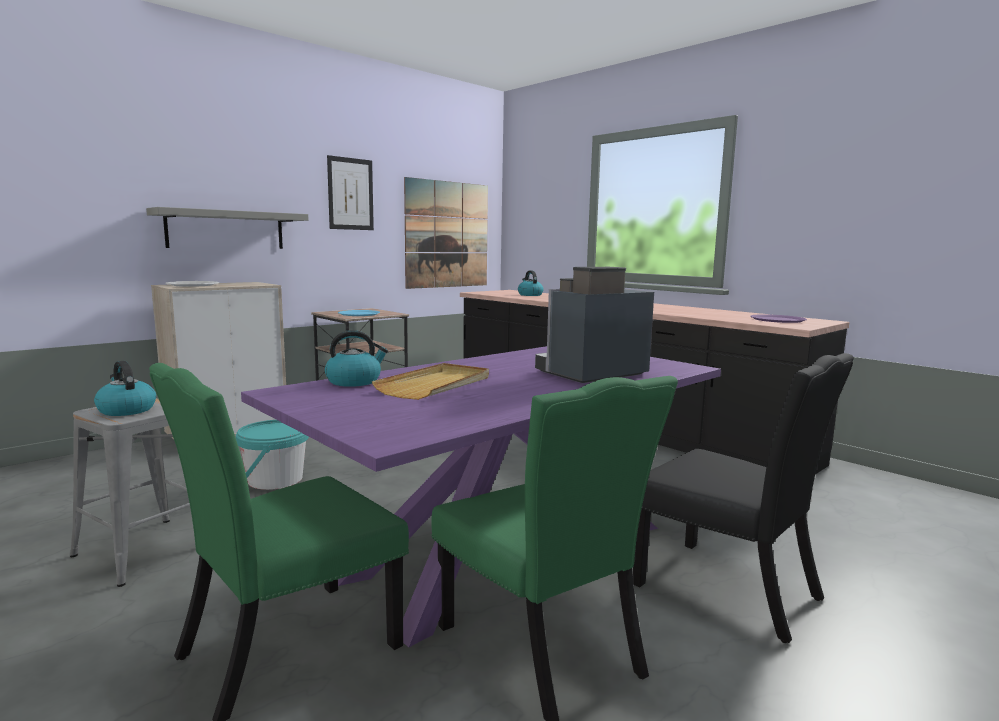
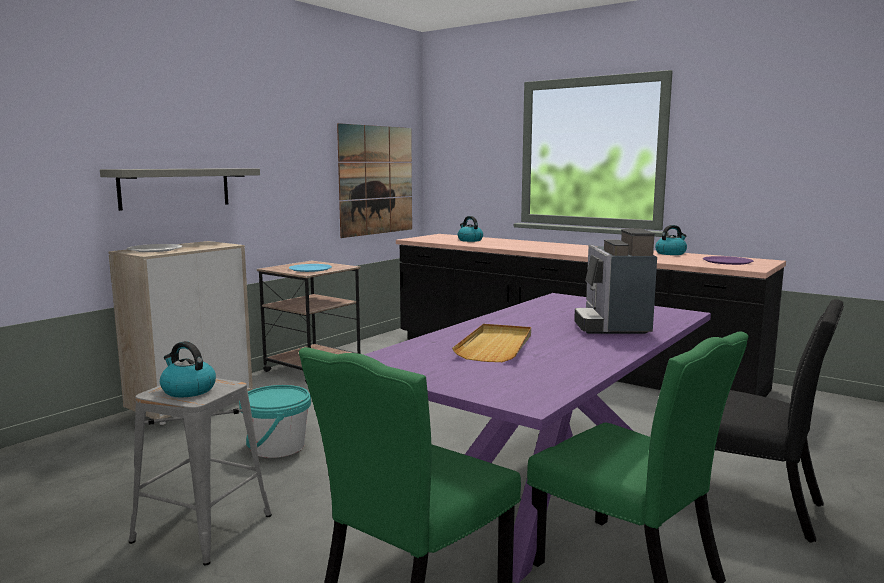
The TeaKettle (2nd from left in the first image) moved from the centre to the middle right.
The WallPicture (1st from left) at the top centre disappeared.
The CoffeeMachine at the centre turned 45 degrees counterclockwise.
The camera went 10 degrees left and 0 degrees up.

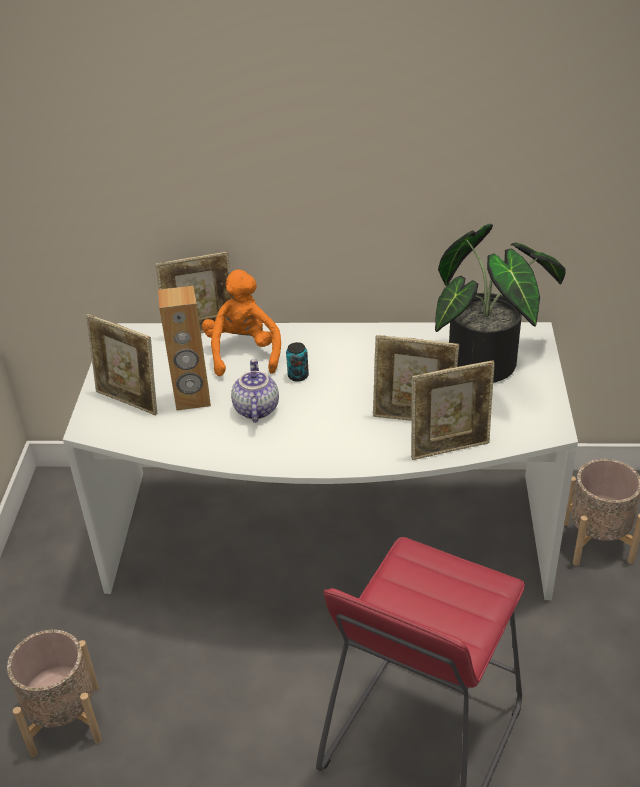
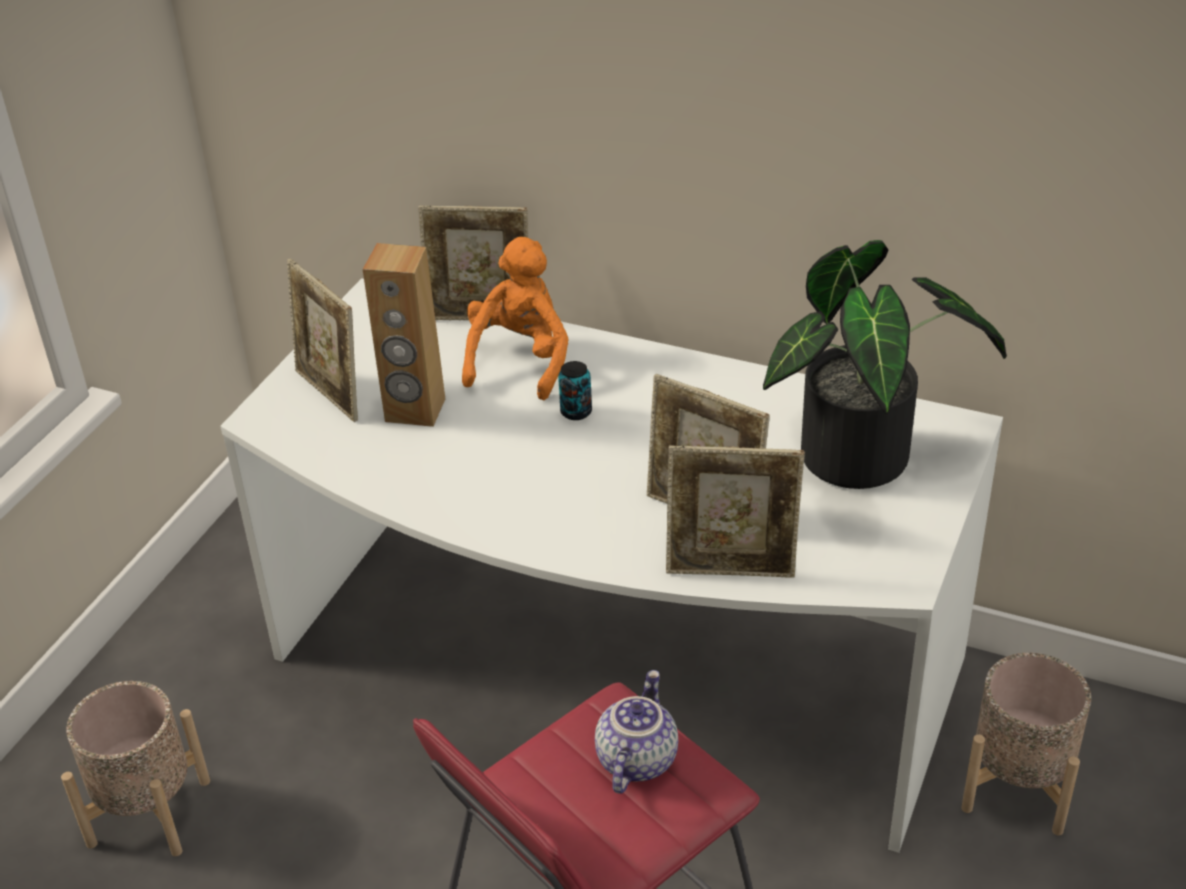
The PotForTea moved from the centre to the bottom centre.
The camera went 20 degrees right and 0 degrees up.

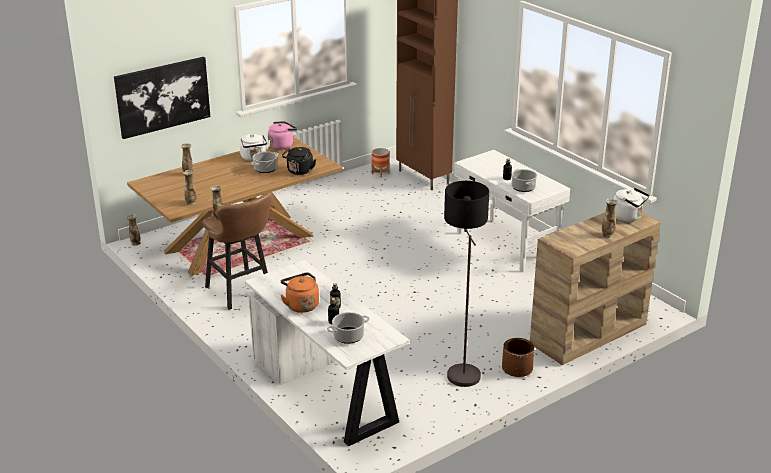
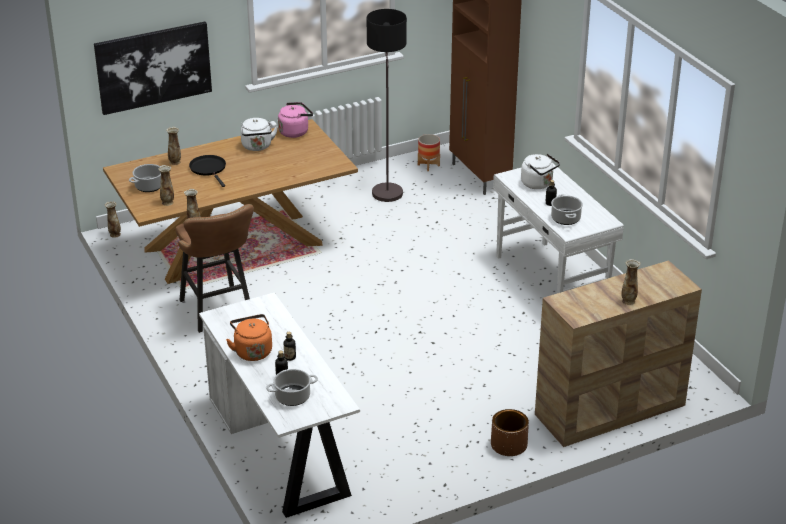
The Saucepot (1st from left) moved from the centre to the middle left.
The BlackColouredTeaKettle at the centre disappeared.
The BlackColouredStandingLamp moved from the centre to the top centre.
The WhiteColouredTeaKettle (2nd from left) moved from the middle right to the top right.
The BlackColouredFryingPan at the top left appeared.
The camera went 10 degrees right and 5 degrees up.

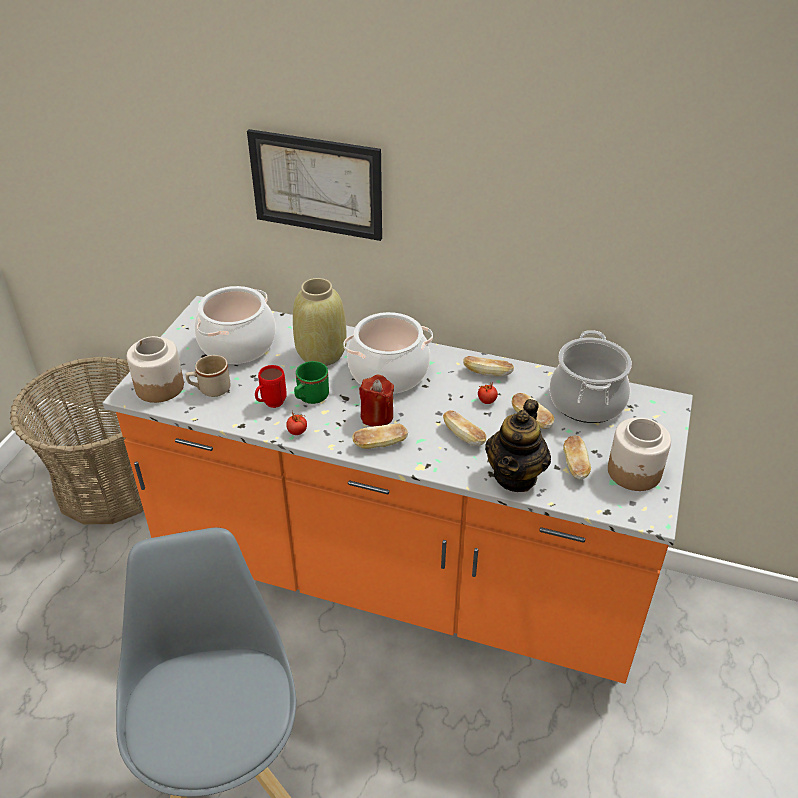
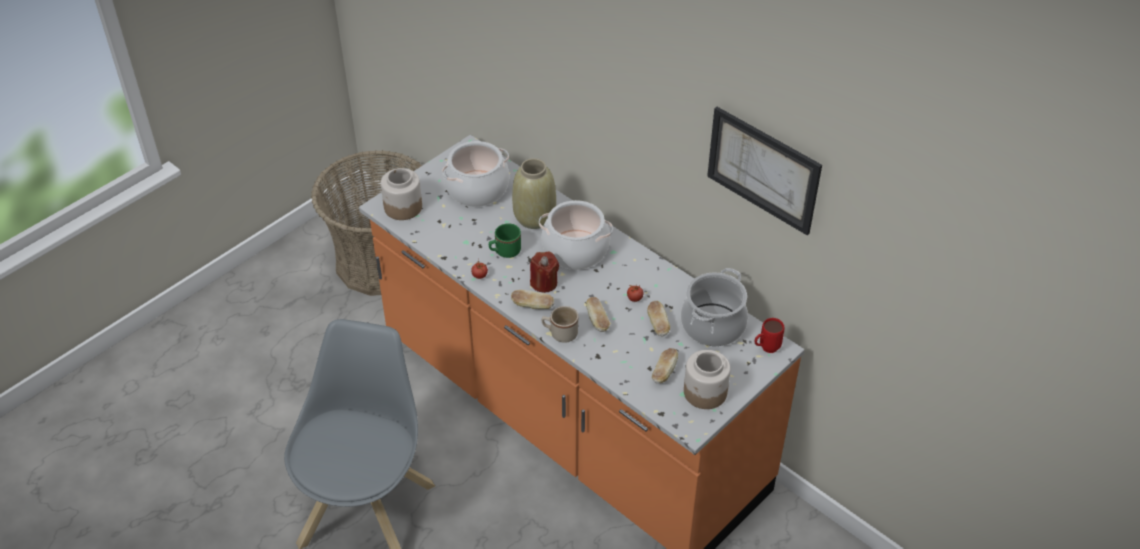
The BeigeMug moved from the middle left to the centre.
The WallPicture moved from the top centre to the top right.
The RedColouredMug moved from the centre to the middle right.
The Bread (3rd from left) at the centre disappeared.
The PotForTea at the centre disappeared.
The camera went 25 degrees right and 5 degrees up.

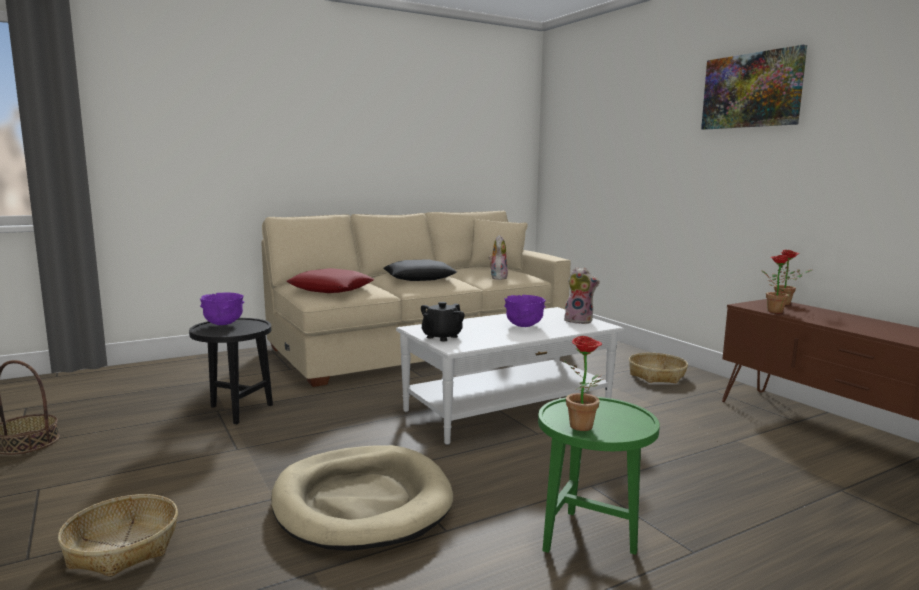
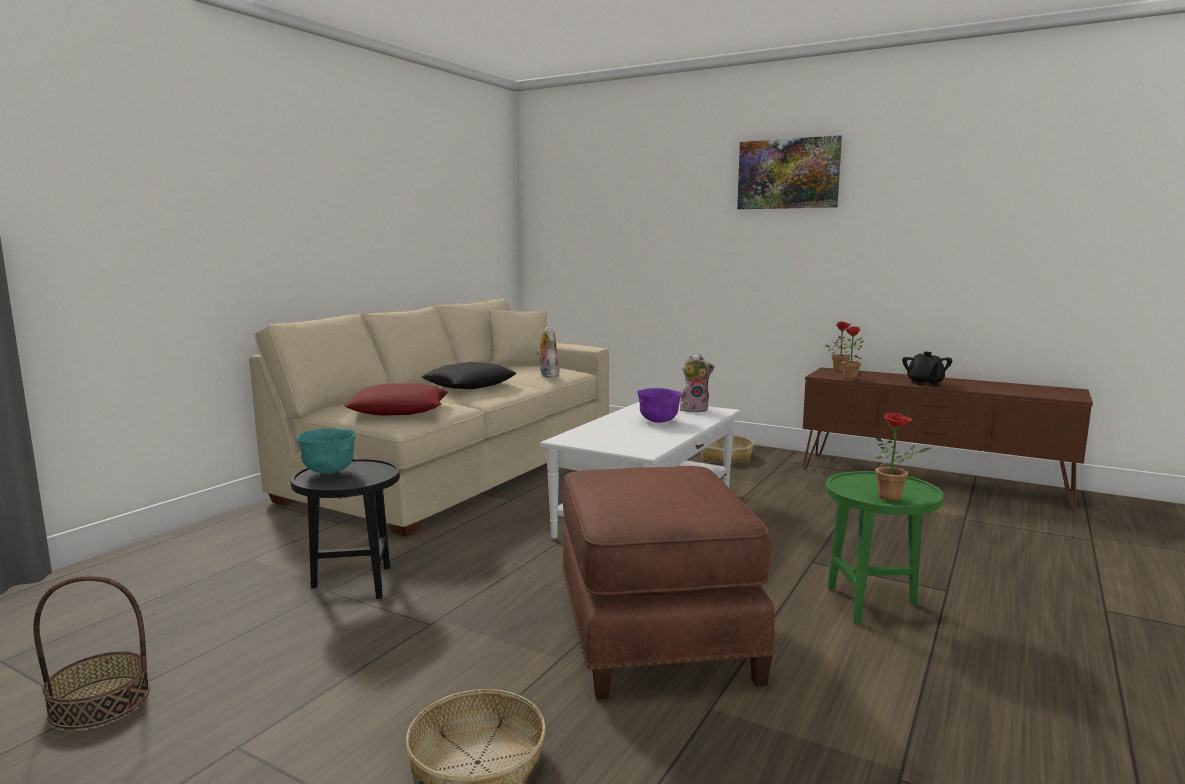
The PurpleColouredServingBowl (1st from left) at the middle left became the BlueGreenServingBowl at the middle left.
The BeigeDogBed at the bottom centre was replaced by the BrownColouredPouffe at the bottom centre.
The BlackColouredPotForTea moved from the centre to the middle right.
The camera went 30 degrees left and 0 degrees up.

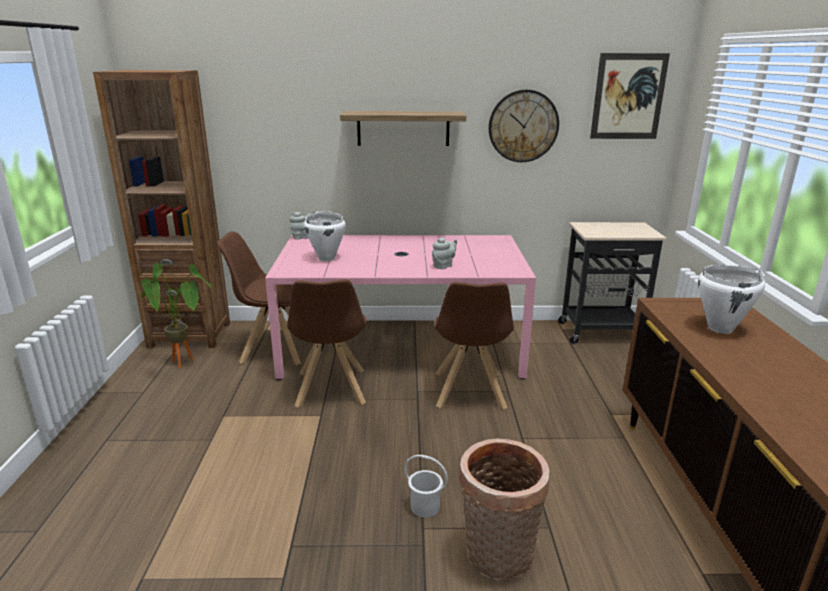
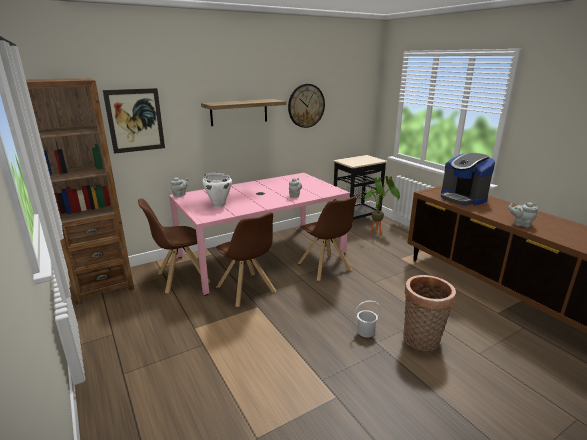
The PottedPlant moved from the middle left to the centre.
The WallPicture moved from the top right to the top left.
The WhiteColouredSaucepot (2nd from left) at the middle right was replaced by the CoffeeMachine at the middle right.
The GrayPotForTea (3rd from left) at the middle right appeared.
The camera went 30 degrees left and 0 degrees up.

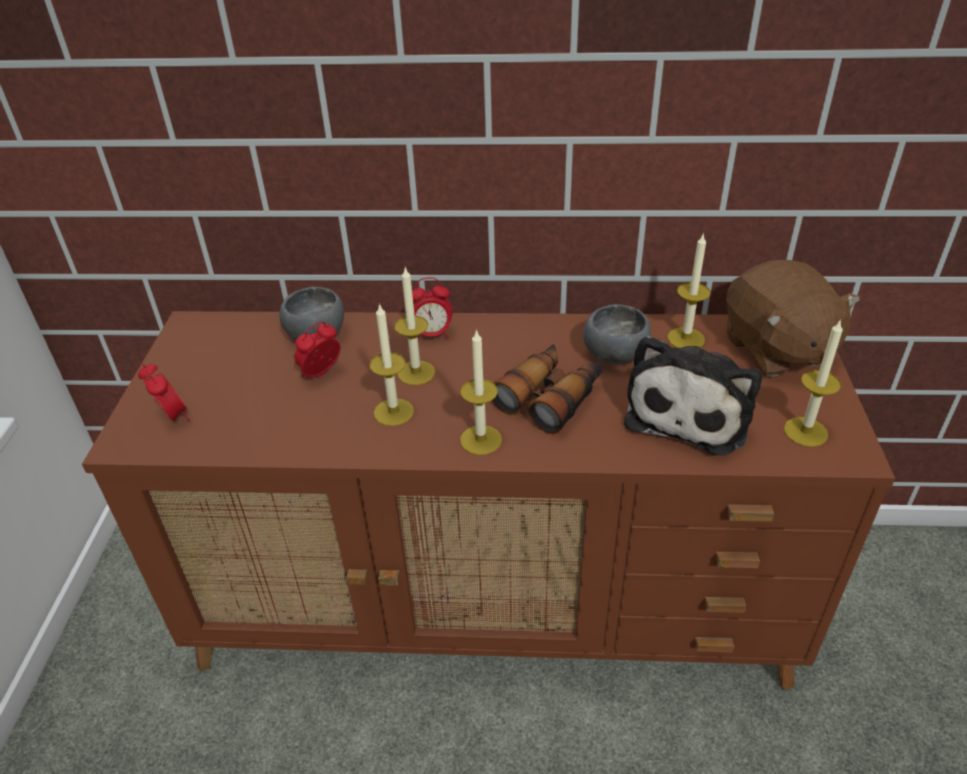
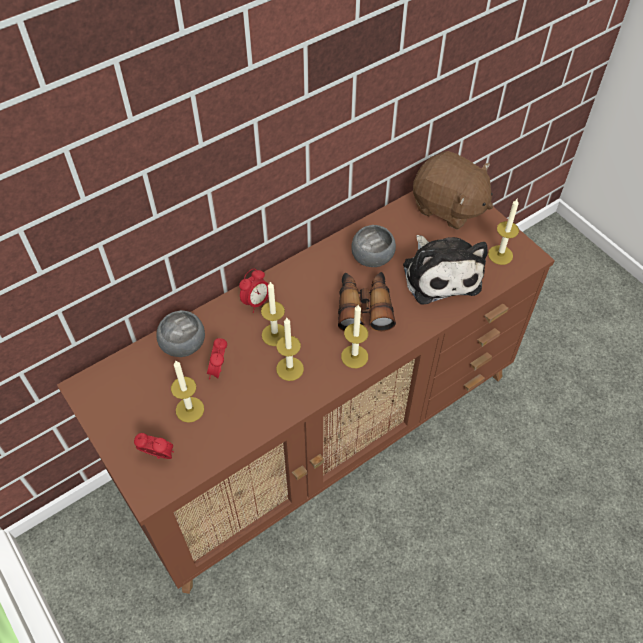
The Candle (4th from left in the first image) moved from the middle right to the middle left.
The camera went 40 degrees left and 15 degrees up.

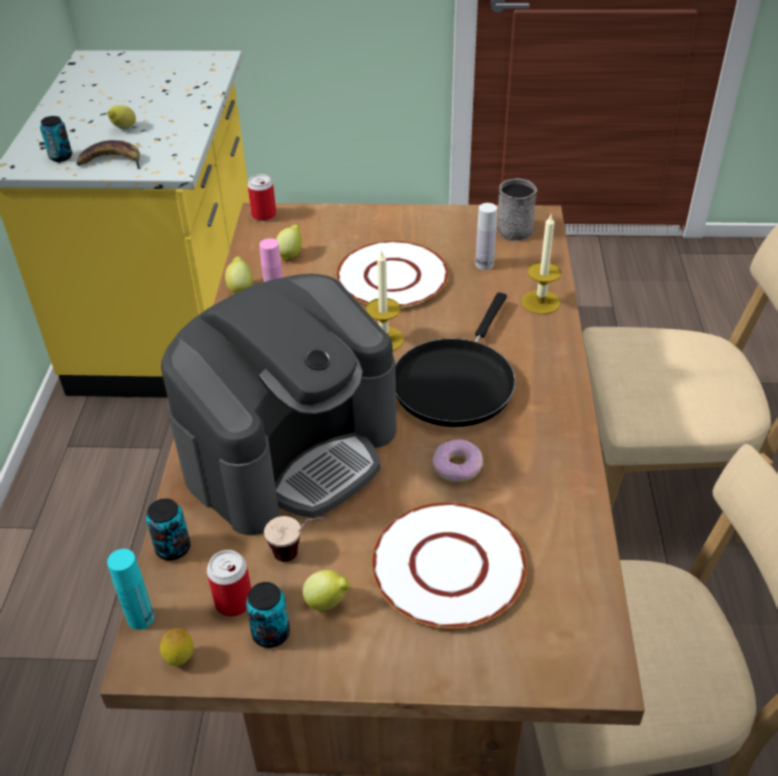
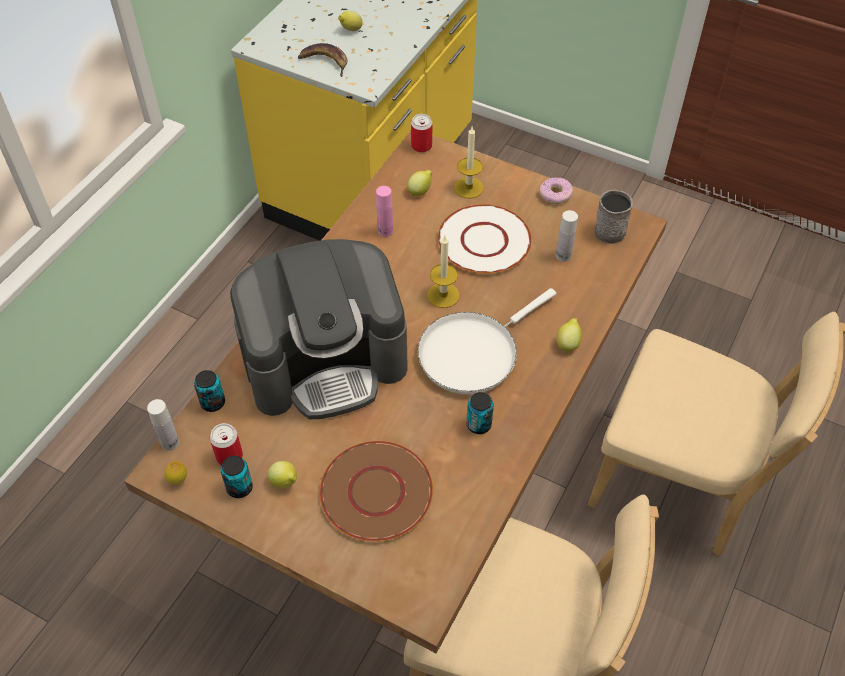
The SealedCan (1st from left in the first image) moved from the top left to the centre.
The BlueGreenBottle at the bottom left became the WhiteColouredBottle (1st from left) at the middle left.
The Lemon (3rd from left in the first image) moved from the middle left to the middle right.
The DrinkingCup at the bottom centre disappeared.
The WhiteColouredPlate (2nd from left) at the bottom centre became the BrownColouredPlate at the bottom centre.
The BlackColouredFryingPan at the centre became the WhiteColouredFryingPan at the centre.
The Doughnut moved from the centre to the top centre.
The Candle (2nd from left) moved from the middle right to the top centre.
The camera went 25 degrees right and 10 degrees up.

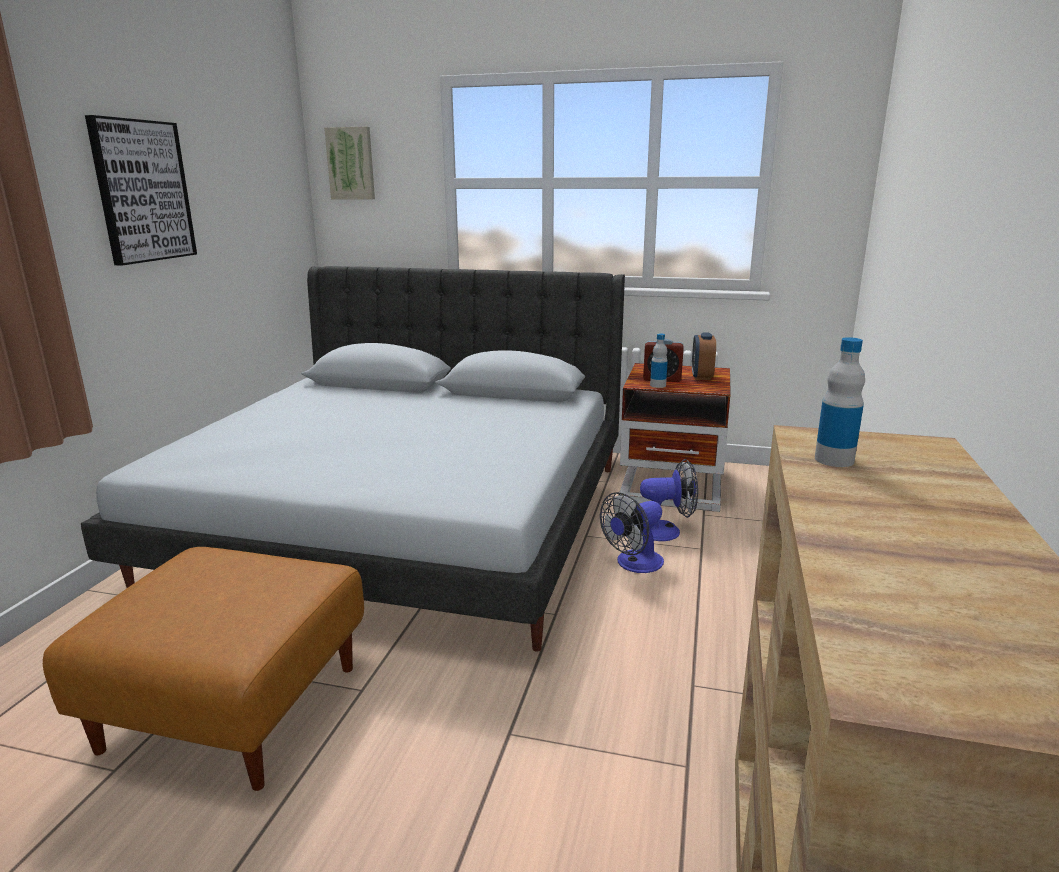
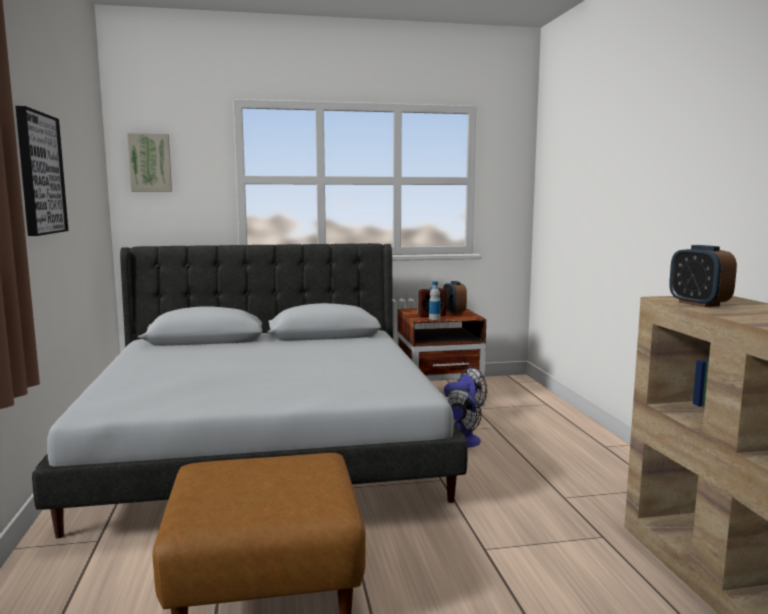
The Bottle (2nd from left) at the middle right was replaced by the AlarmClock (3rd from left) at the middle right.
The camera went 25 degrees left and 10 degrees down.

